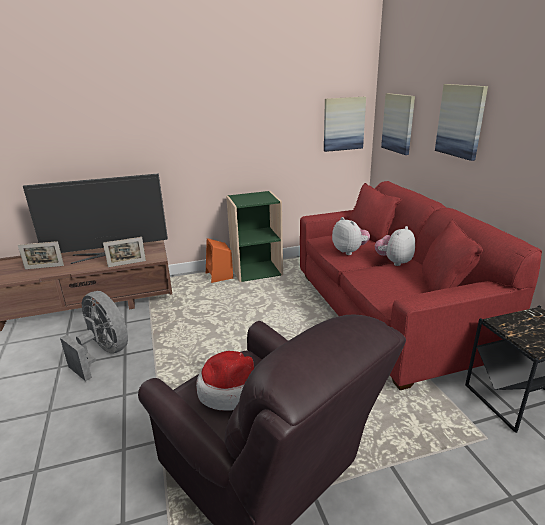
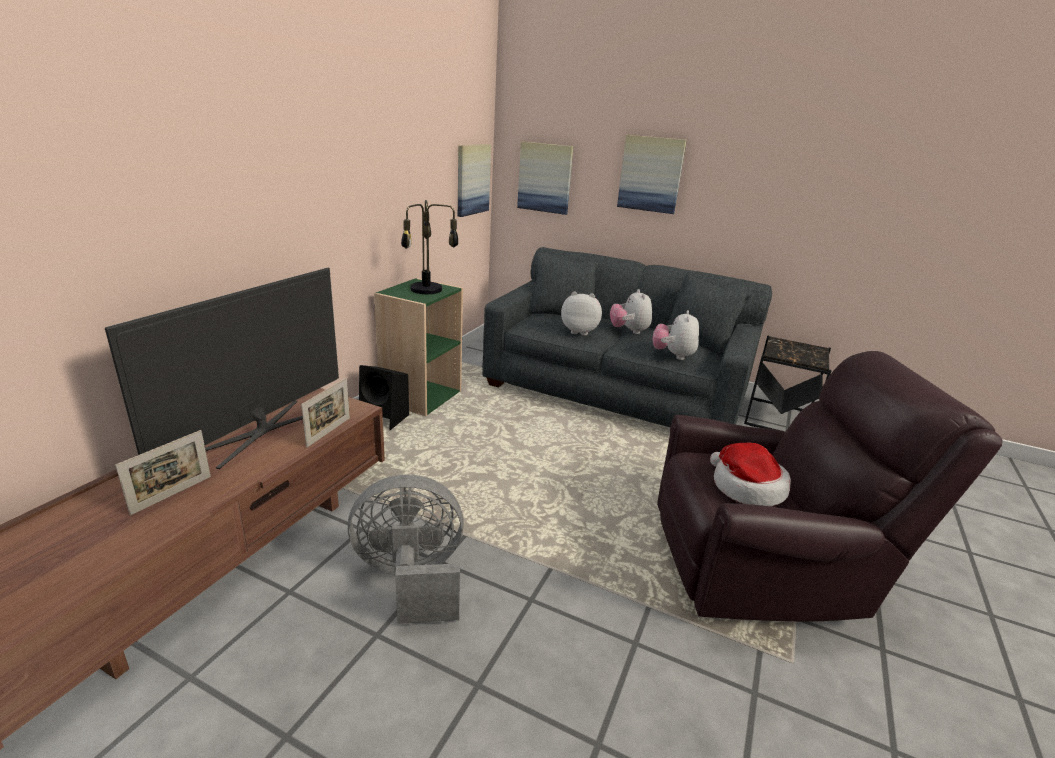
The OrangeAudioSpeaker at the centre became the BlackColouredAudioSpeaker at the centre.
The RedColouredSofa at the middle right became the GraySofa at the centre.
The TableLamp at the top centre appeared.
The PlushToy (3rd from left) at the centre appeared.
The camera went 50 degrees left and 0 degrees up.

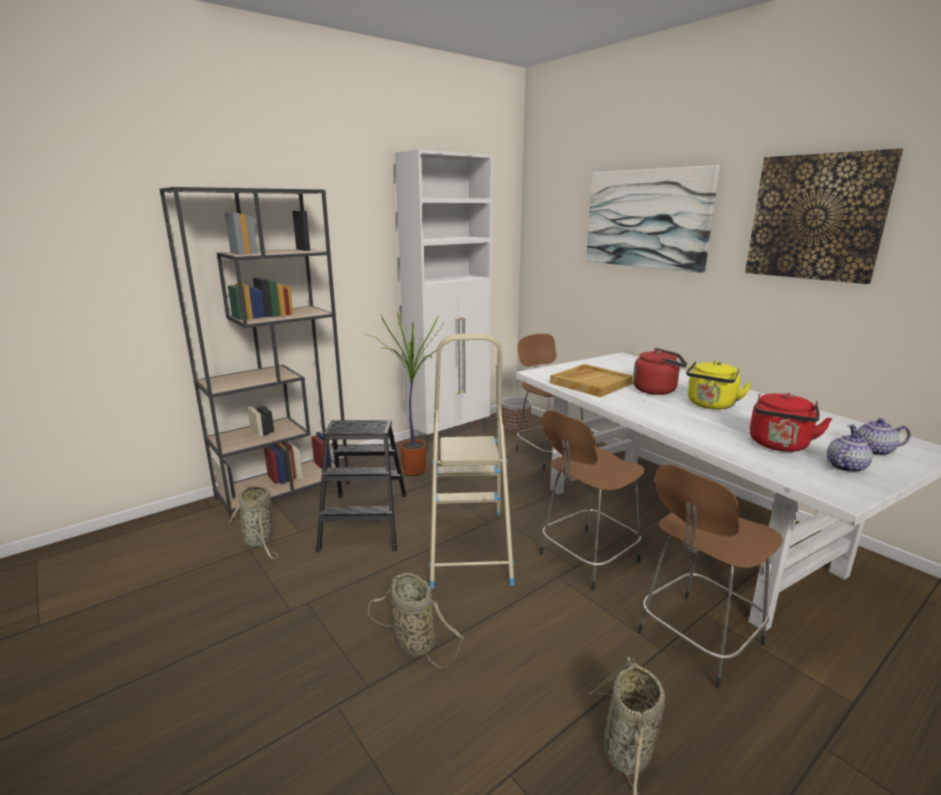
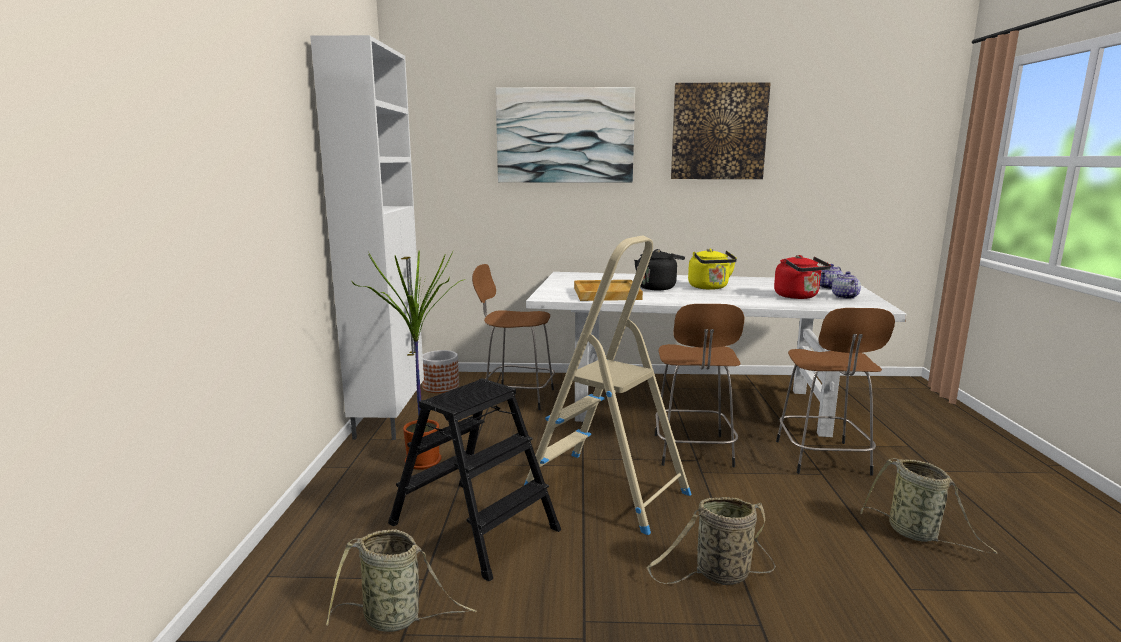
The ShelvingUnit at the middle left disappeared.
The RedColouredTeaKettle (1st from left) at the middle right became the BlackColouredTeaKettle at the centre.
The camera went 50 degrees left and 5 degrees down.

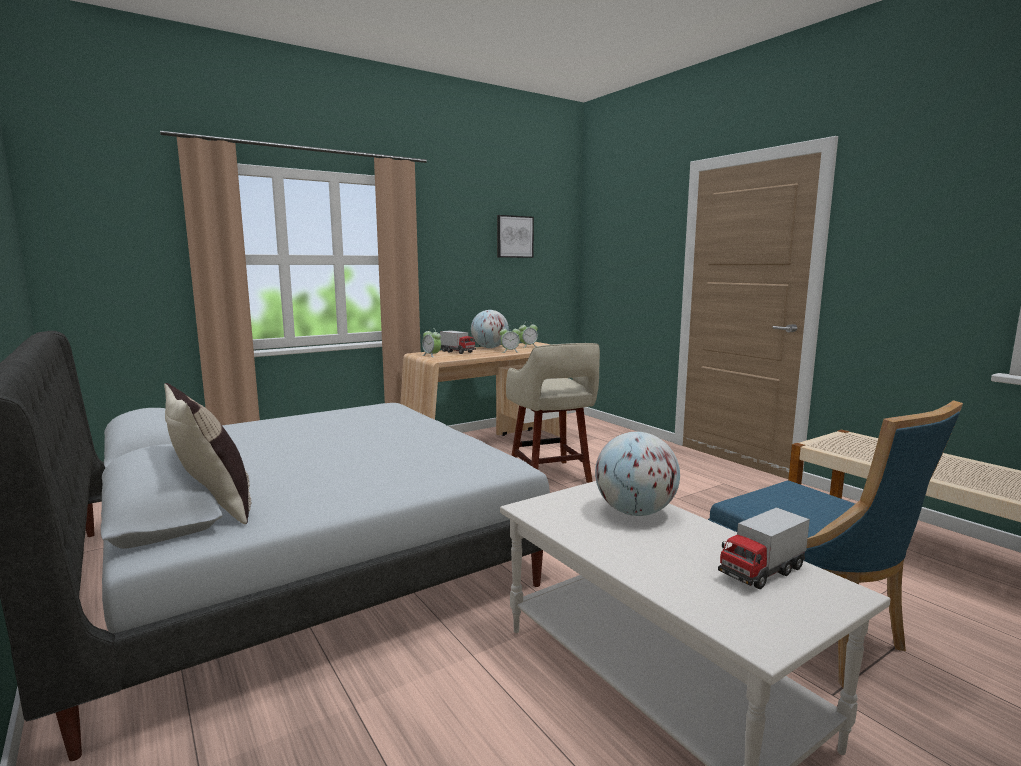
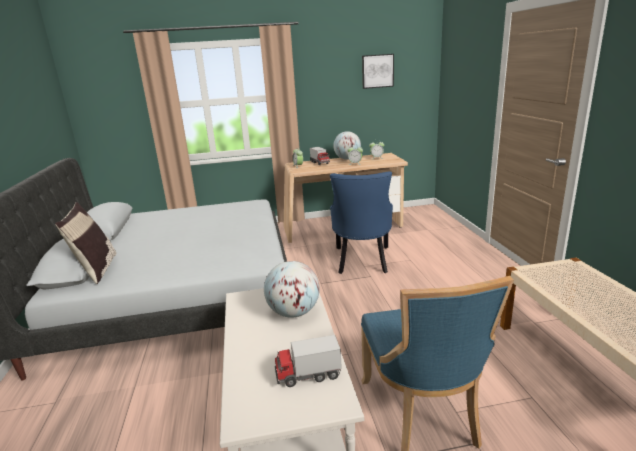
The BeigeSittingStool at the centre was replaced by the BluishUprightChair (1st from left) at the centre.
The camera went 25 degrees right and 10 degrees up.

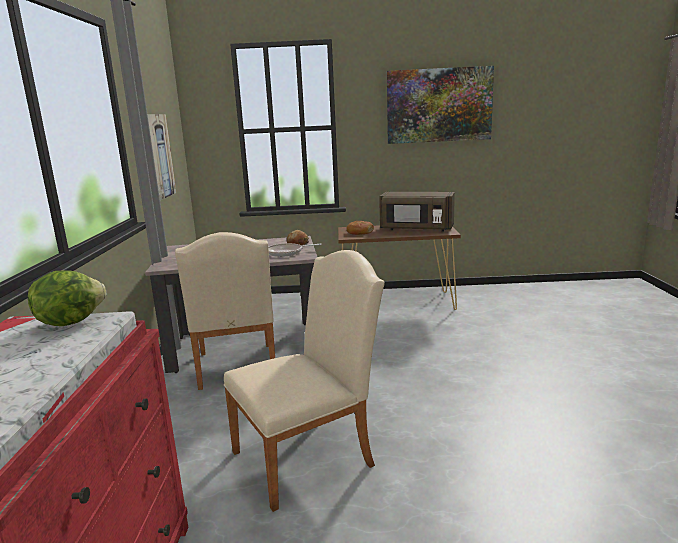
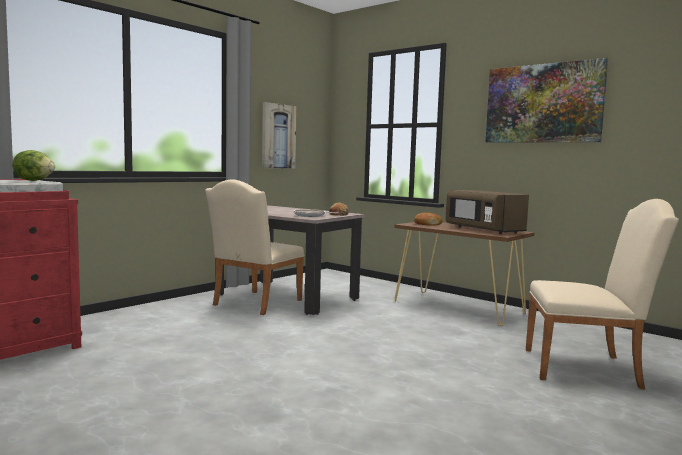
The BeigeUprightChair (2nd from left) moved from the bottom centre to the middle right.
The camera went 40 degrees right and 10 degrees down.

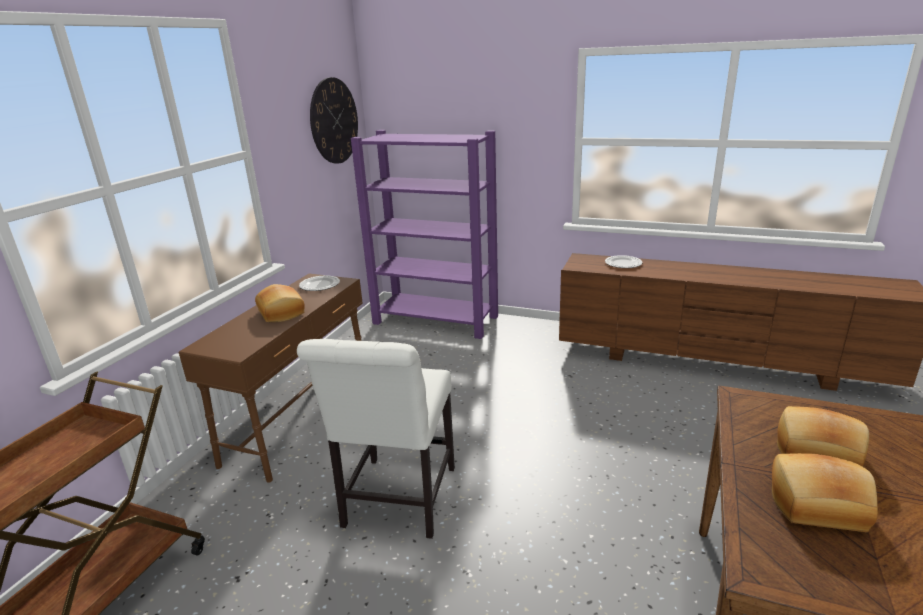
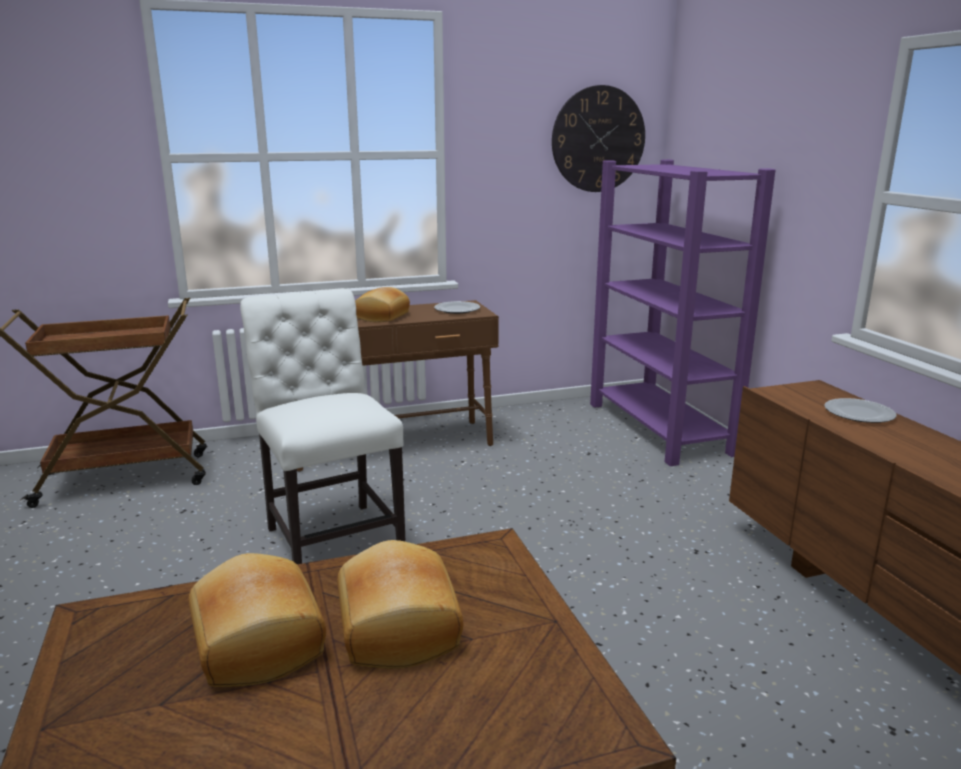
The WhiteColouredUprightChair at the bottom centre turned 90 degrees clockwise.
The camera went 50 degrees right and 5 degrees down.

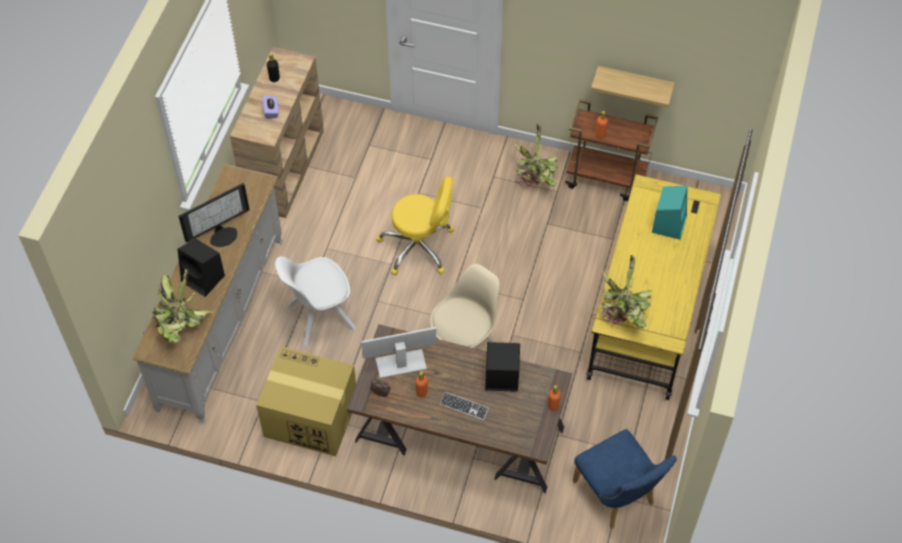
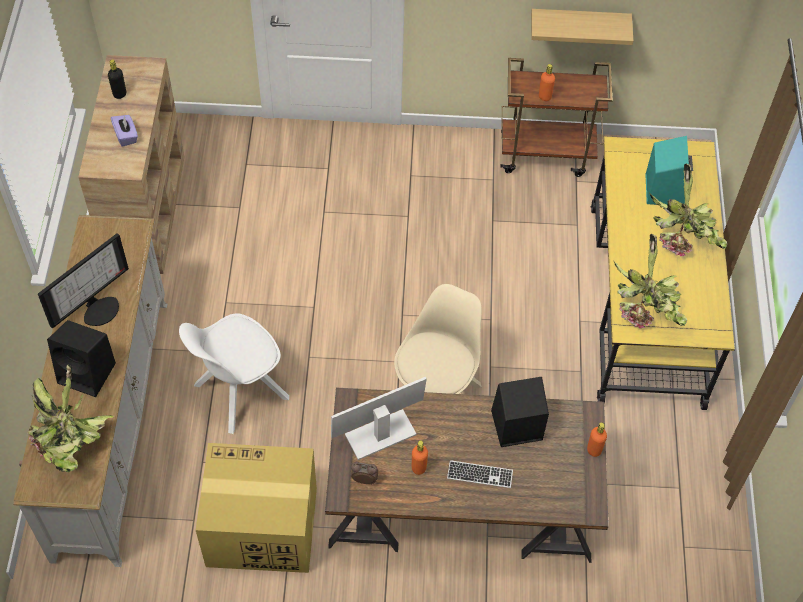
The YellowComputerChair at the centre disappeared.
The PottedPlant (2nd from left in the first image) moved from the top centre to the middle right.
The BluishUprightChair at the bottom right disappeared.
The camera went 15 degrees left and 0 degrees up.

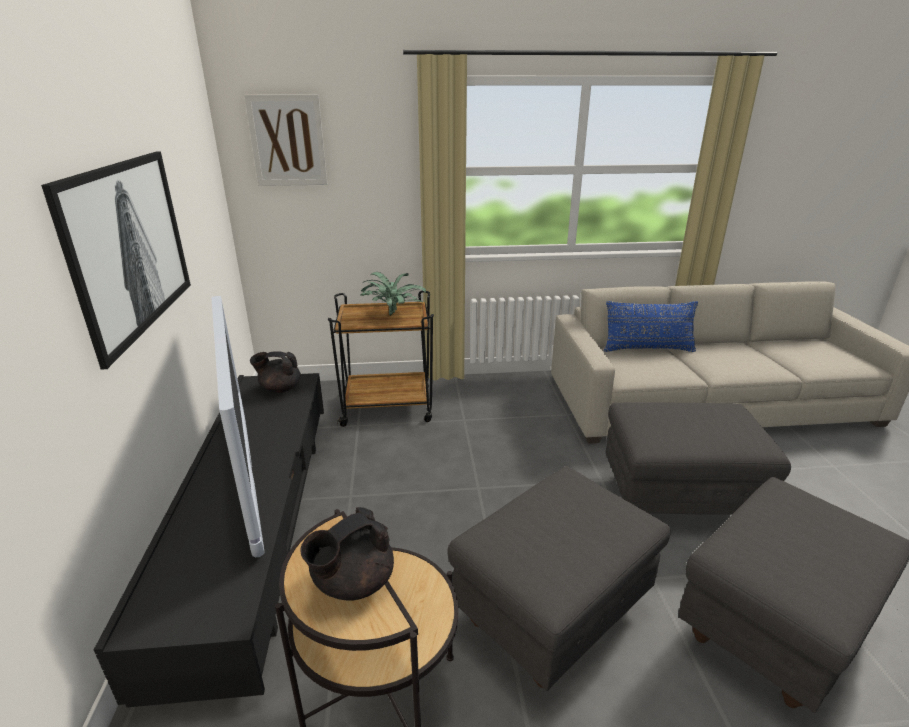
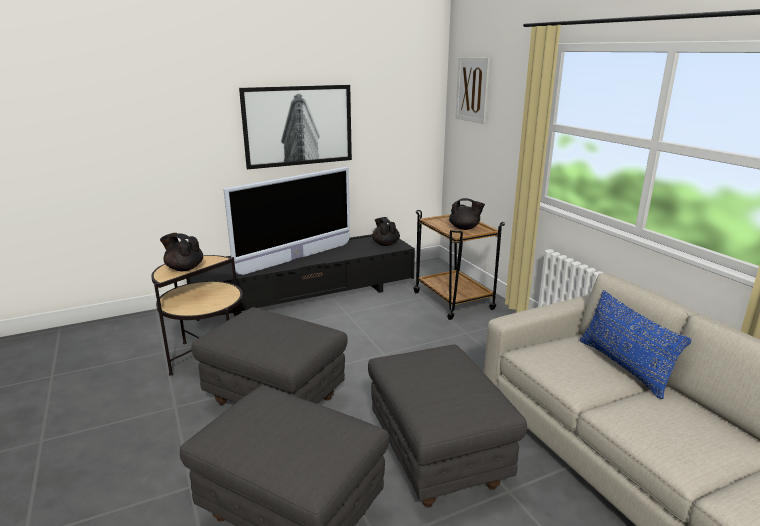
The PottedPlant at the centre was replaced by the BlackColouredPotForTea (3rd from left) at the centre.
The camera went 70 degrees right and 5 degrees down.

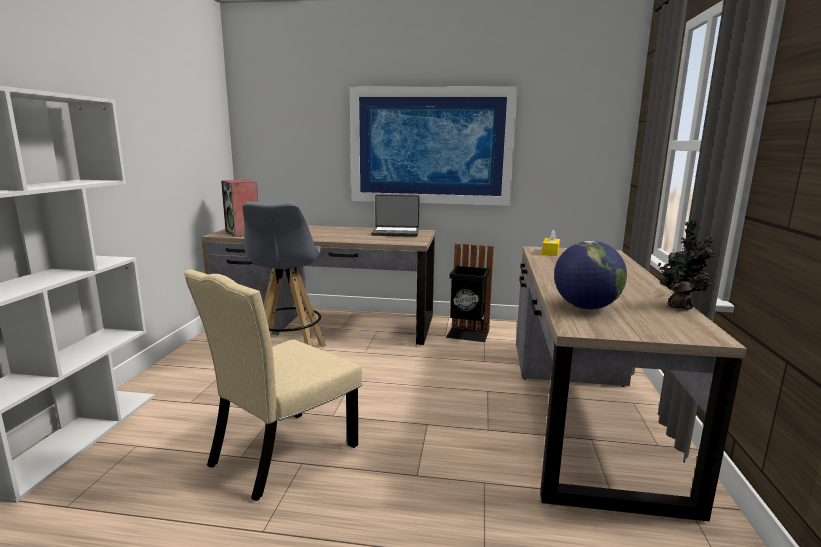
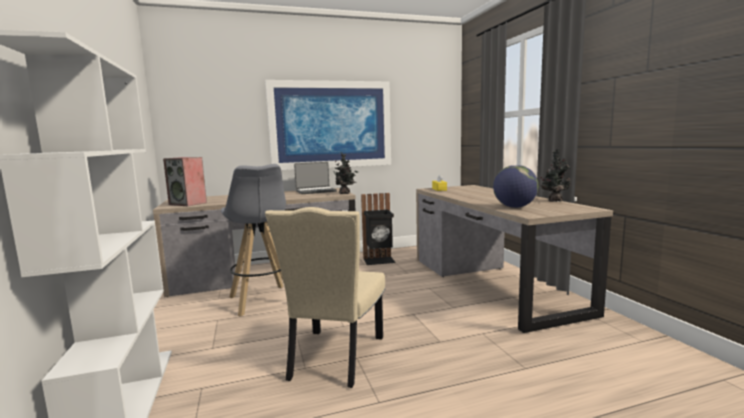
The PottedPlant (1st from left) at the centre appeared.
The camera went 25 degrees left and 5 degrees down.

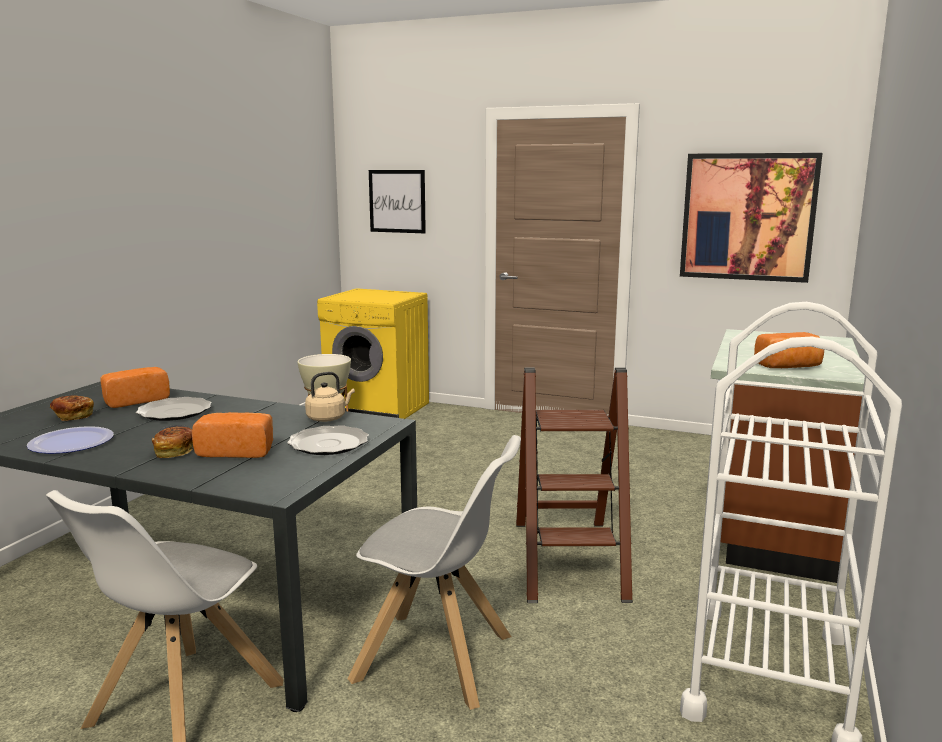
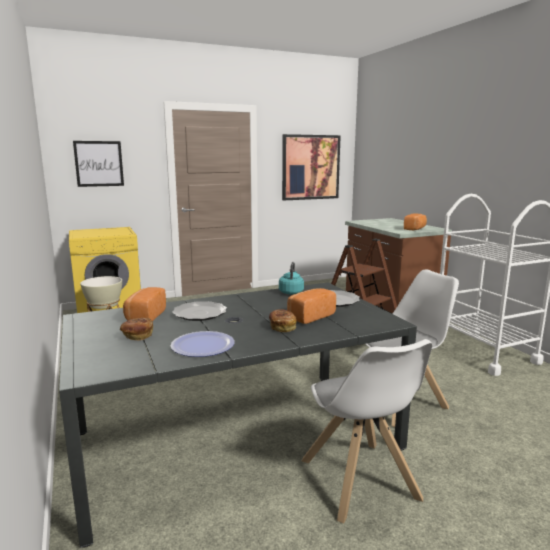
The BeigeTeaKettle at the centre became the BlueGreenTeaKettle at the centre.
The camera went 45 degrees left and 0 degrees up.

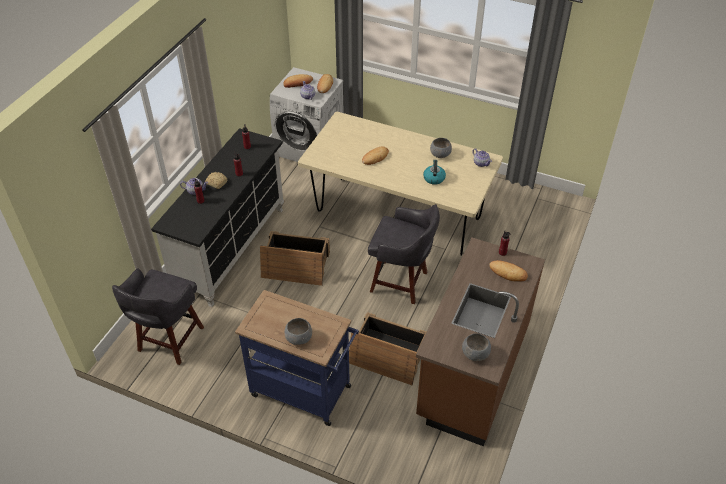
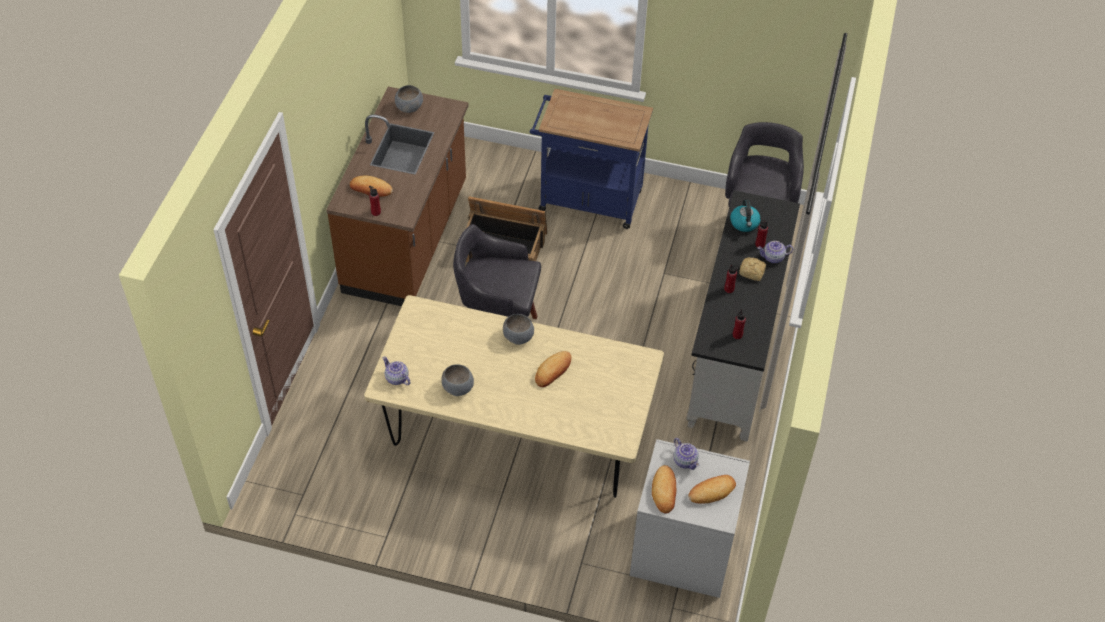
The Crate (1st from left) at the centre disappeared.
The GrayServingBowl (1st from left in the first image) moved from the bottom centre to the centre.
The TeaKettle moved from the centre to the middle right.
The camera went 170 degrees right and 5 degrees up.

